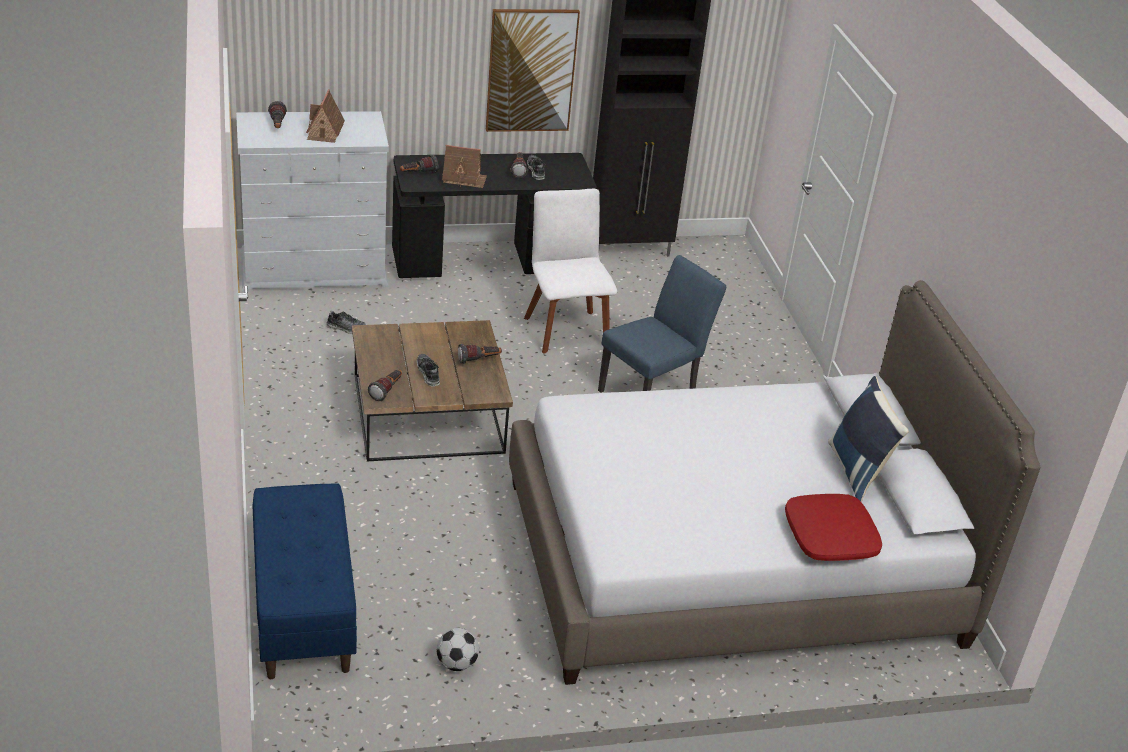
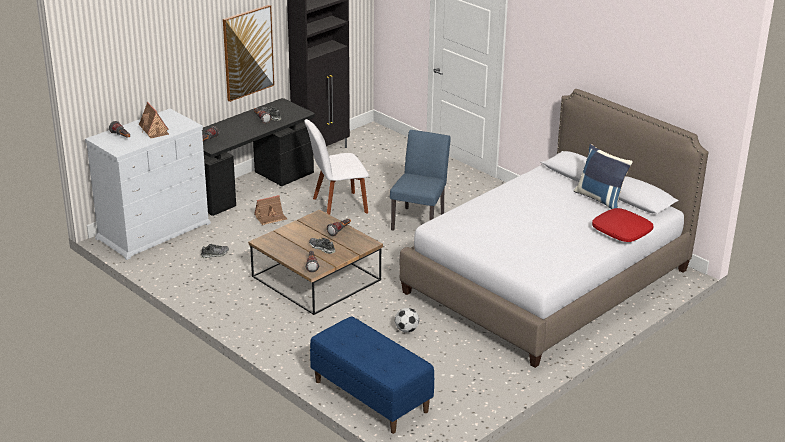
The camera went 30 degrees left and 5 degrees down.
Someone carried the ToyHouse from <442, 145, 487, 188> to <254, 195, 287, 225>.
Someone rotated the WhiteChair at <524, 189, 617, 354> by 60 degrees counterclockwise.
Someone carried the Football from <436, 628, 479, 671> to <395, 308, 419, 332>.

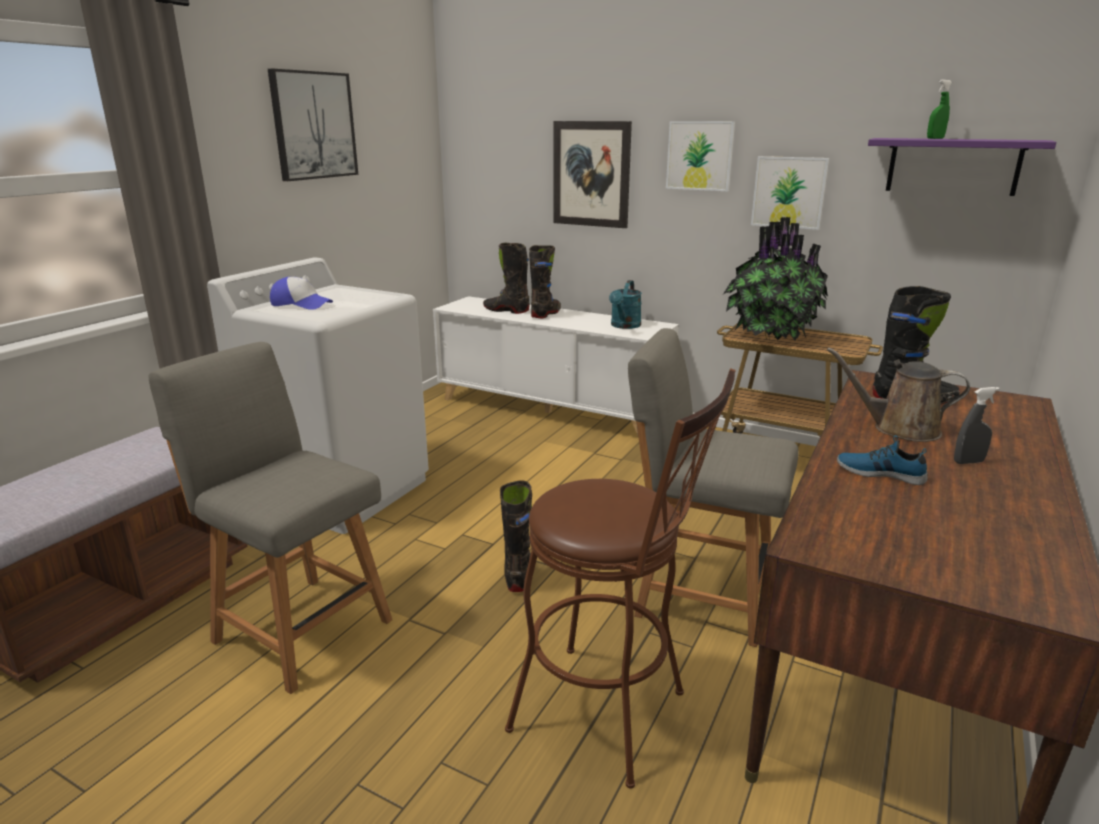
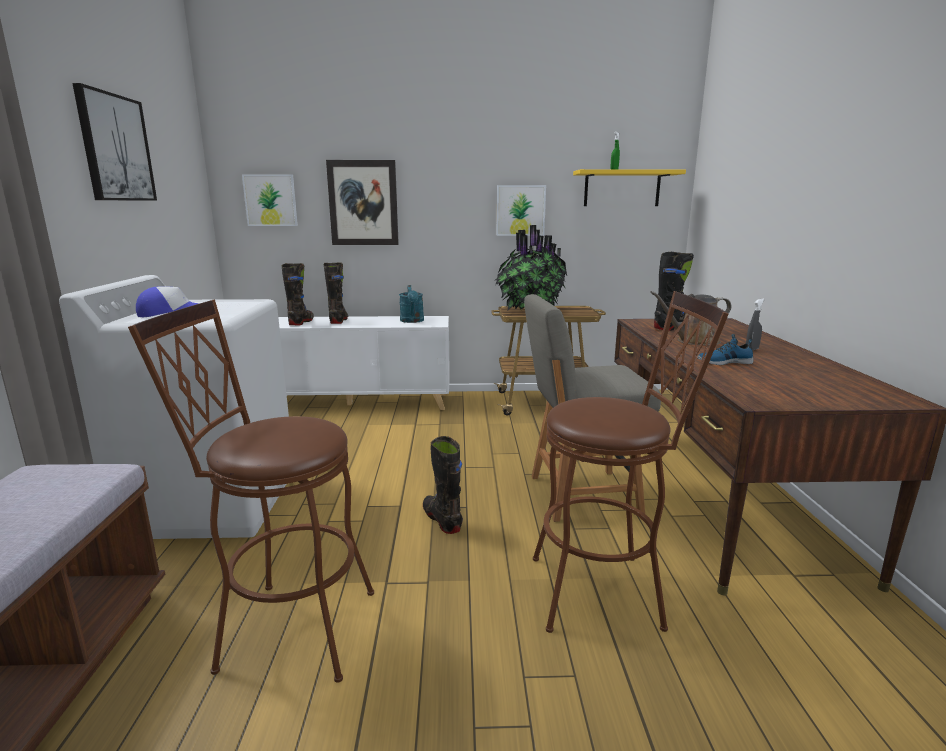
The camera went 30 degrees left and 5 degrees down.
Someone carried the Picture from <666, 121, 735, 192> to <242, 174, 298, 226>.
Someone repainted the PurpleShelf at <868, 138, 1057, 196>, which became the YellowShelf at <573, 169, 686, 206>.
Someone rotated the BlackBoot at <483, 243, 530, 314> by 105 degrees clockwise.
Someone swapped the GreyChair at <148, 342, 392, 694> for the BrownStool at <128, 300, 374, 683>.

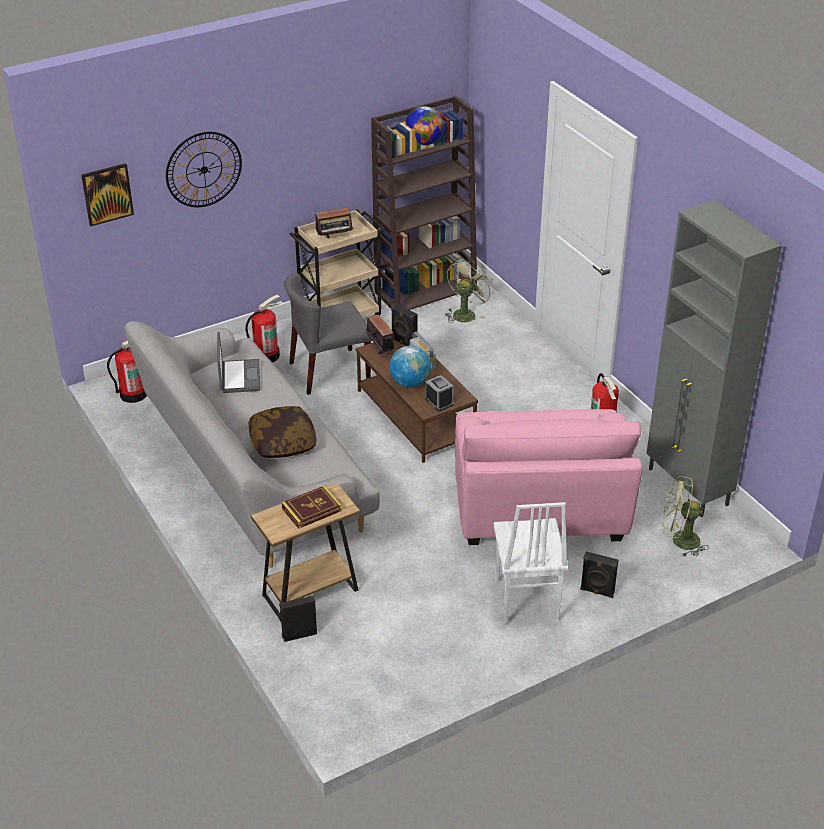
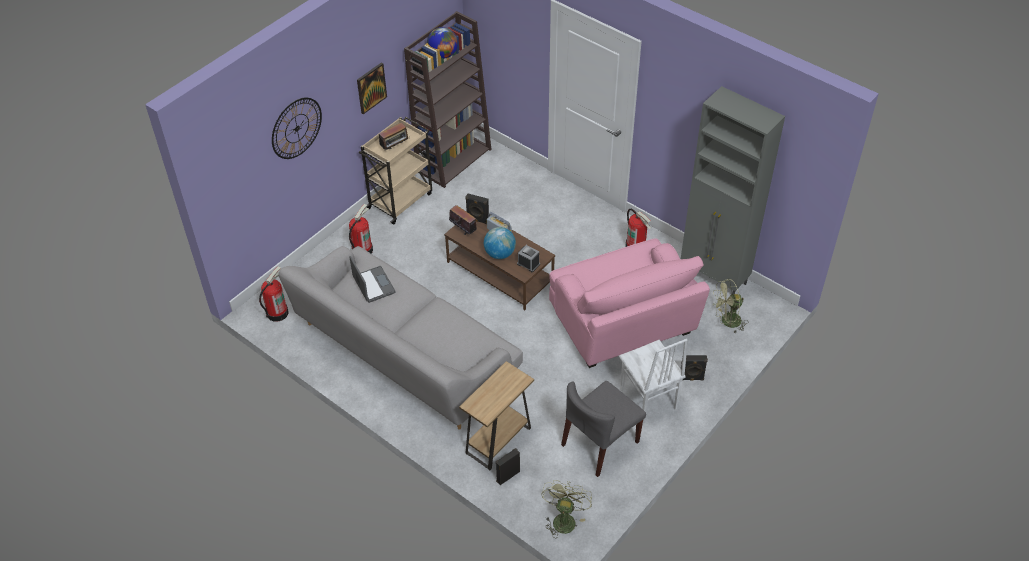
The camera went 20 degrees left and 10 degrees up.
Someone carried the Picture from <81, 163, 134, 226> to <357, 62, 387, 114>.
Someone carried the GreenFan from <445, 259, 494, 323> to <541, 480, 592, 537>.
Someone carried the GreyChair from <284, 273, 372, 395> to <561, 381, 646, 477>.
Someone took away the Pillow at <248, 406, 317, 458>.
Someone took away the Book at <282, 485, 342, 529>.

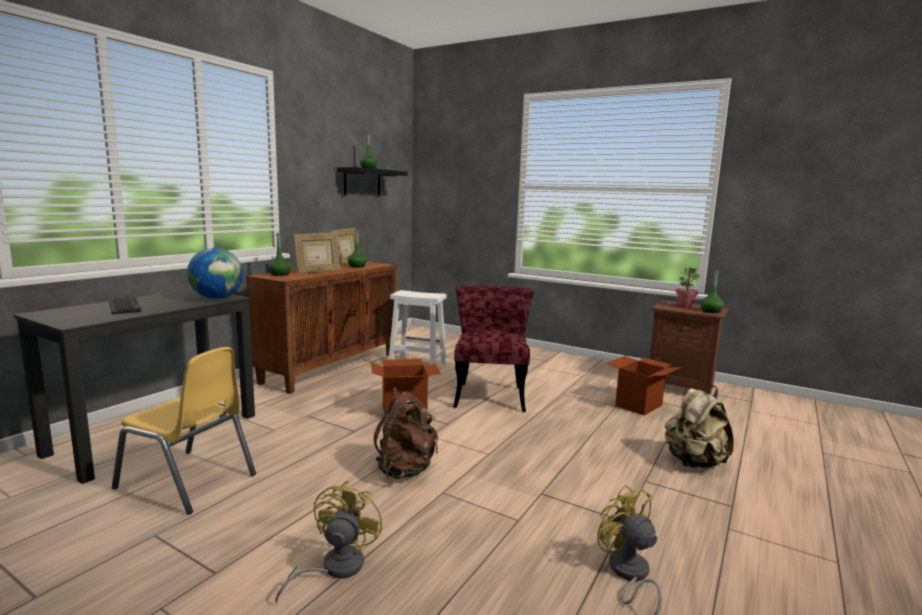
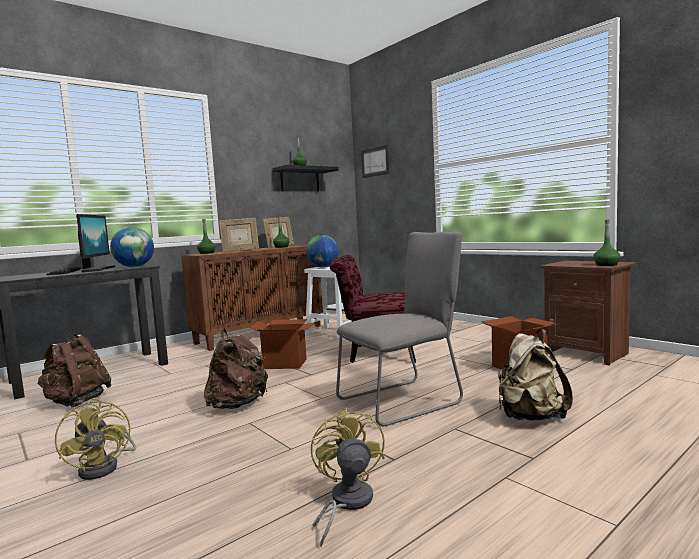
The camera went 20 degrees right and 5 degrees down.
Someone took away the PottedPlant at <676, 268, 701, 308>.
Someone rotated the RedChair at <453, 286, 534, 412> by 105 degrees counterclockwise.
Someone swapped the YellowChair at <112, 347, 256, 515> for the BrownBackpack at <37, 333, 111, 407>.
Someone rotated the YellowFan at <275, 481, 383, 603> by 120 degrees clockwise.
Someone put up the Picture at <361, 145, 389, 178>.
Someone put down the Monitor at <77, 214, 115, 272>.
Someone put down the GreyChair at <336, 232, 463, 426>.
Someone put down the Globe at <306, 235, 339, 267>.

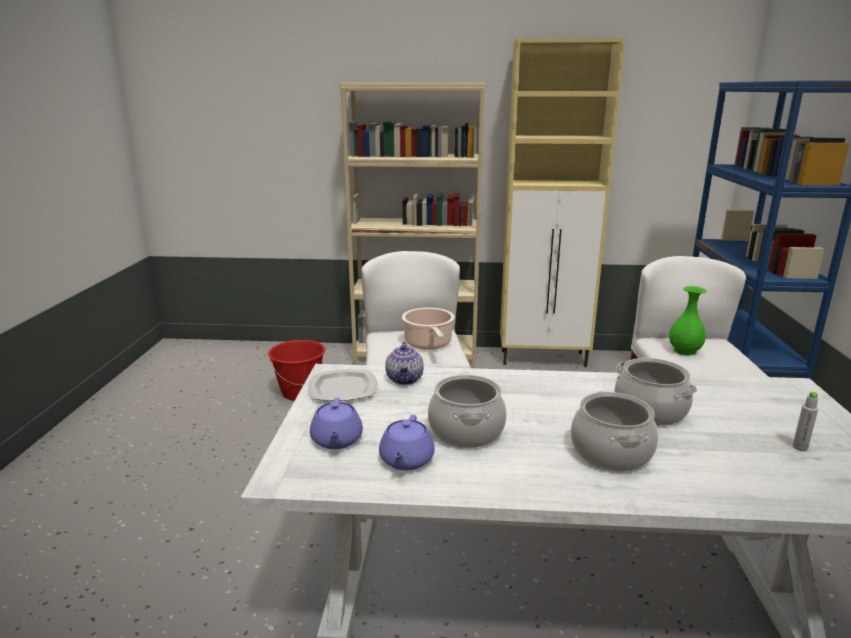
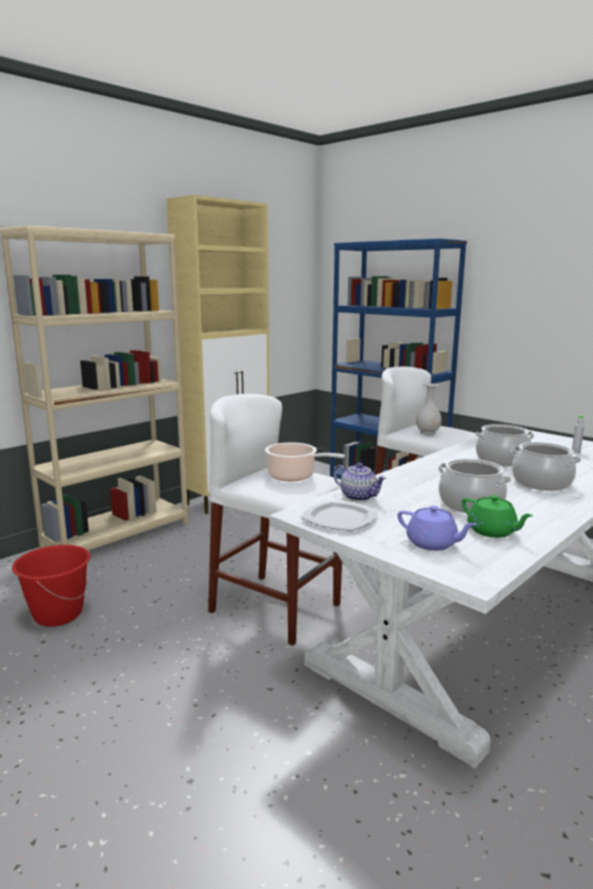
The camera went 50 degrees left and 5 degrees down.
Someone repainted the GreenVase at <669, 286, 706, 355>, which became the WhiteVase at <416, 383, 442, 435>.
Someone repainted the PurpleTeapot at <379, 415, 435, 470>, which became the GreenTeapot at <462, 495, 533, 538>.

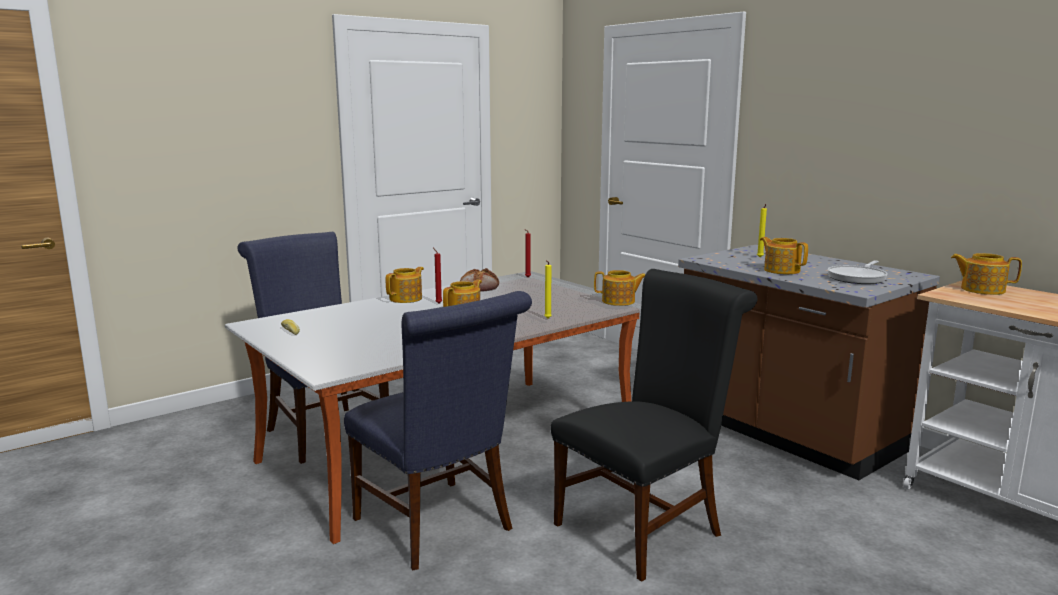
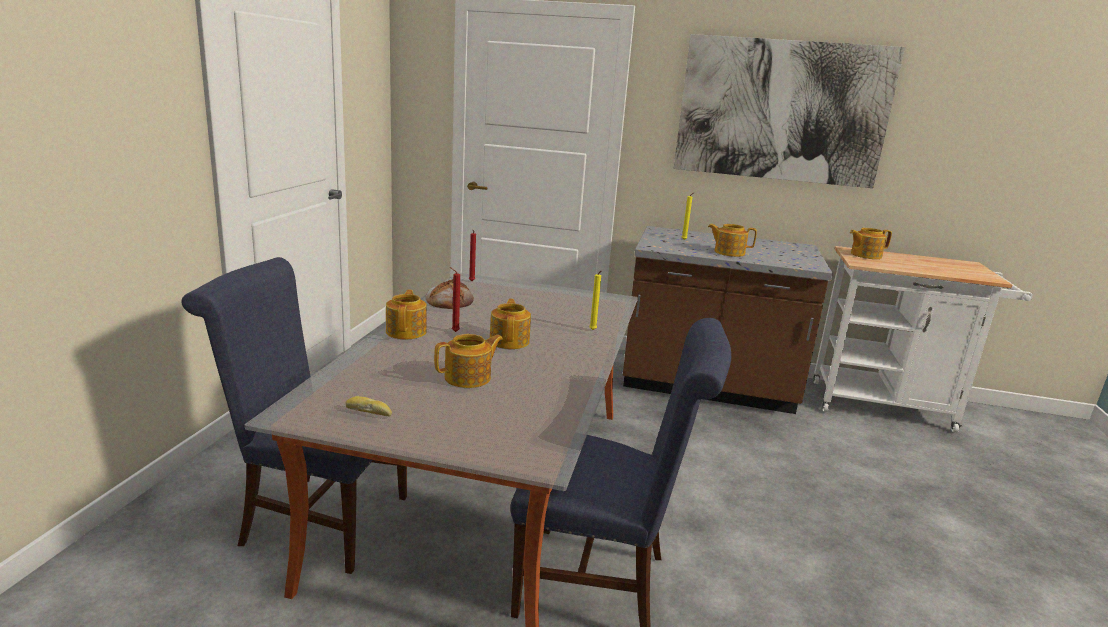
The camera went 40 degrees left and 5 degrees up.
Someone took away the FryingPan at <828, 260, 887, 284>.
Someone took away the BlackChair at <551, 269, 757, 582>.
Someone carried the Teapot from <594, 270, 645, 306> to <434, 334, 503, 388>.
Someone put up the Picture at <674, 34, 905, 188>.

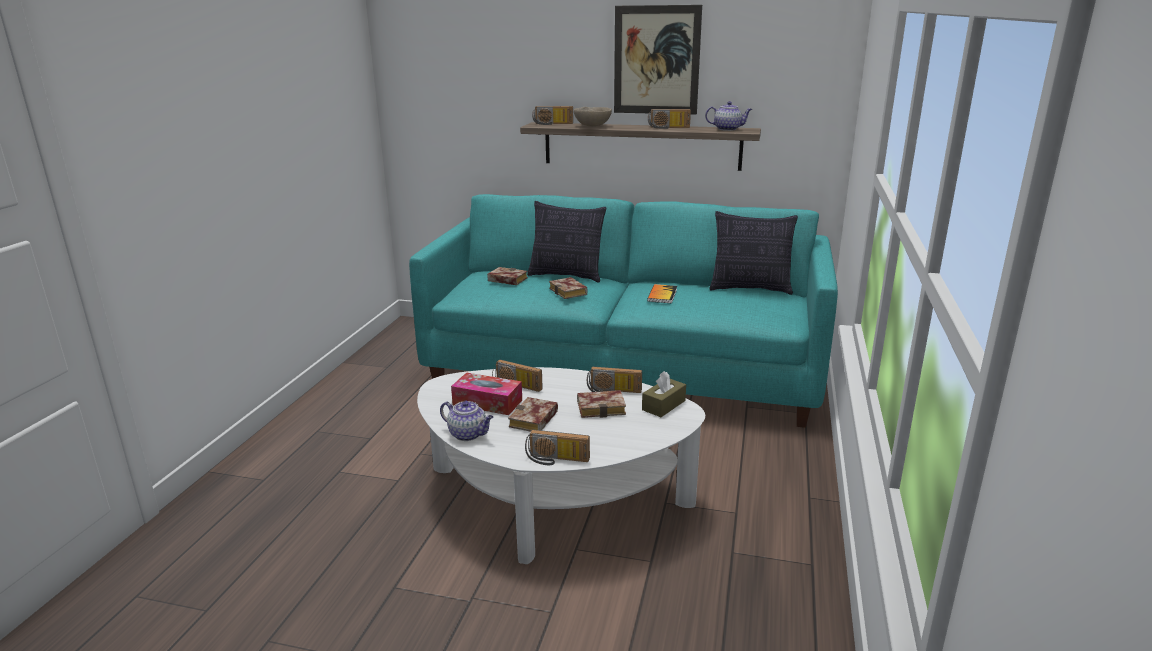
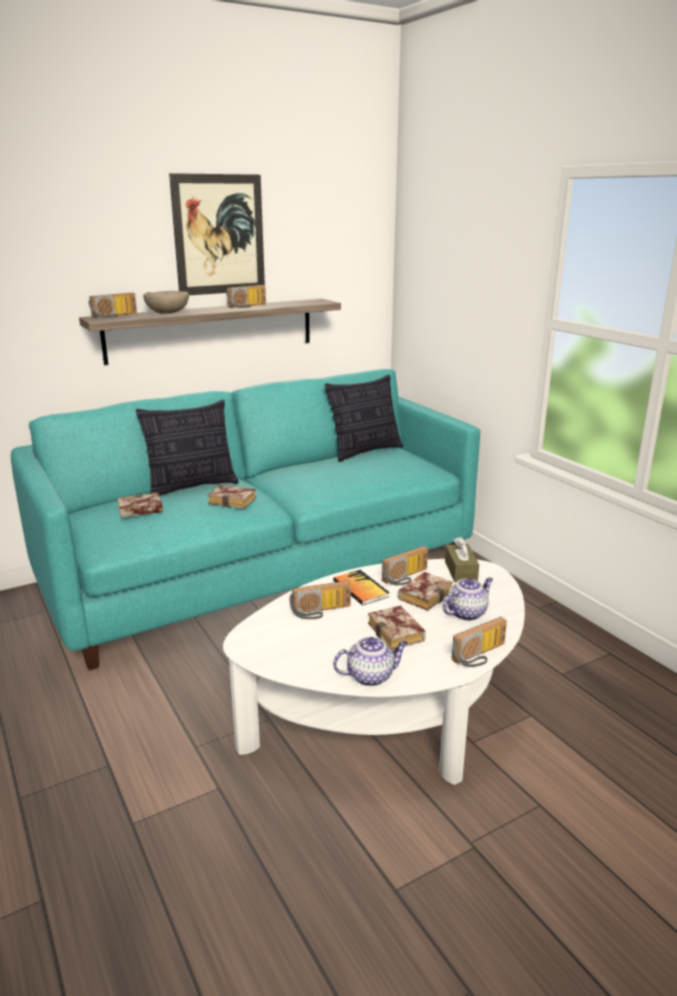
The camera went 45 degrees left and 0 degrees up.
Someone carried the Teapot from <705, 101, 752, 131> to <443, 578, 493, 621>.
Someone carried the Book from <647, 284, 677, 303> to <333, 570, 390, 605>.
Someone took away the TissueBox at <451, 372, 522, 415>.

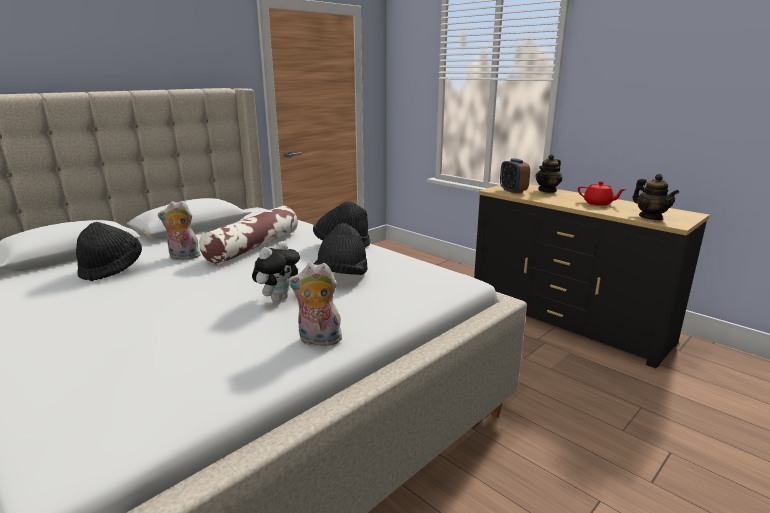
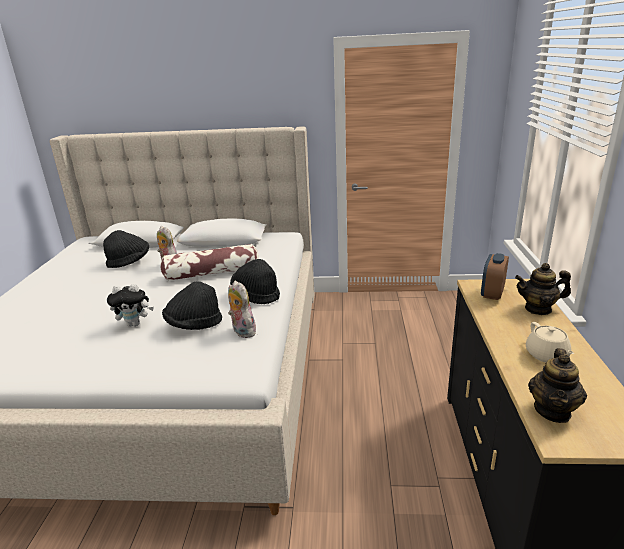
The camera went 50 degrees right and 5 degrees up.
Someone repainted the RedTeapot at <578, 182, 627, 206>, which became the BeigeTeapot at <526, 322, 574, 362>.
Someone carried the PlushToy from <288, 263, 342, 346> to <228, 281, 256, 338>.

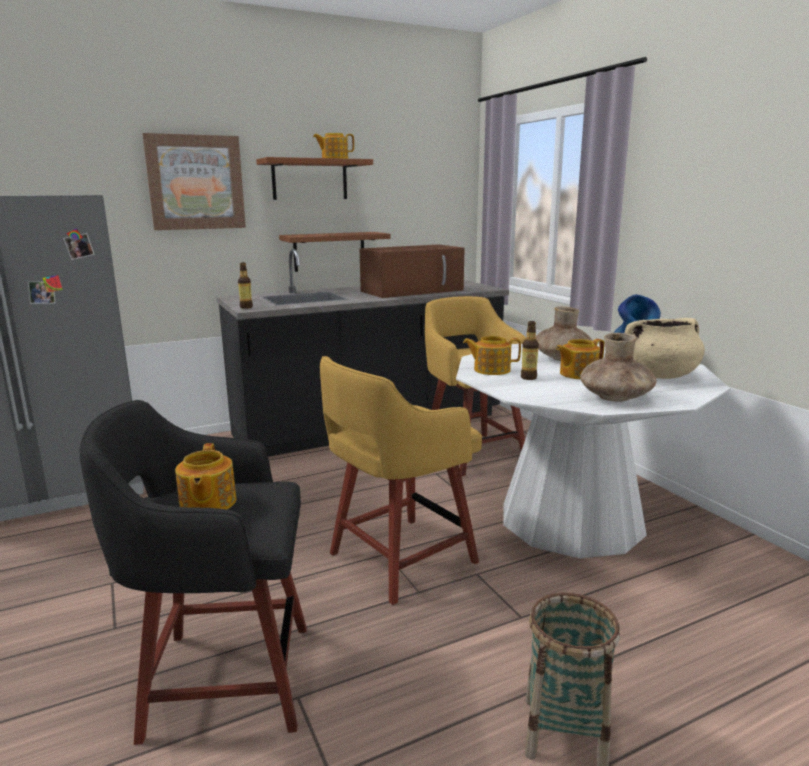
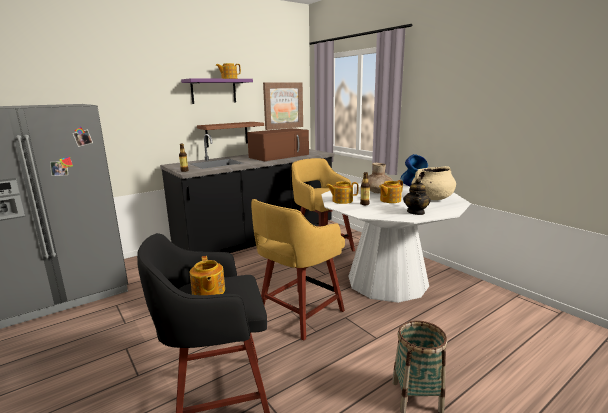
The camera went 10 degrees left and 0 degrees up.
Someone carried the Picture from <142, 133, 246, 230> to <263, 82, 303, 130>.
Someone repainted the BrownShelf at <256, 157, 373, 200>, which became the PurpleShelf at <181, 78, 253, 104>.
Someone swapped the BrownVase at <580, 333, 656, 402> for the Teapot at <403, 178, 431, 215>.

